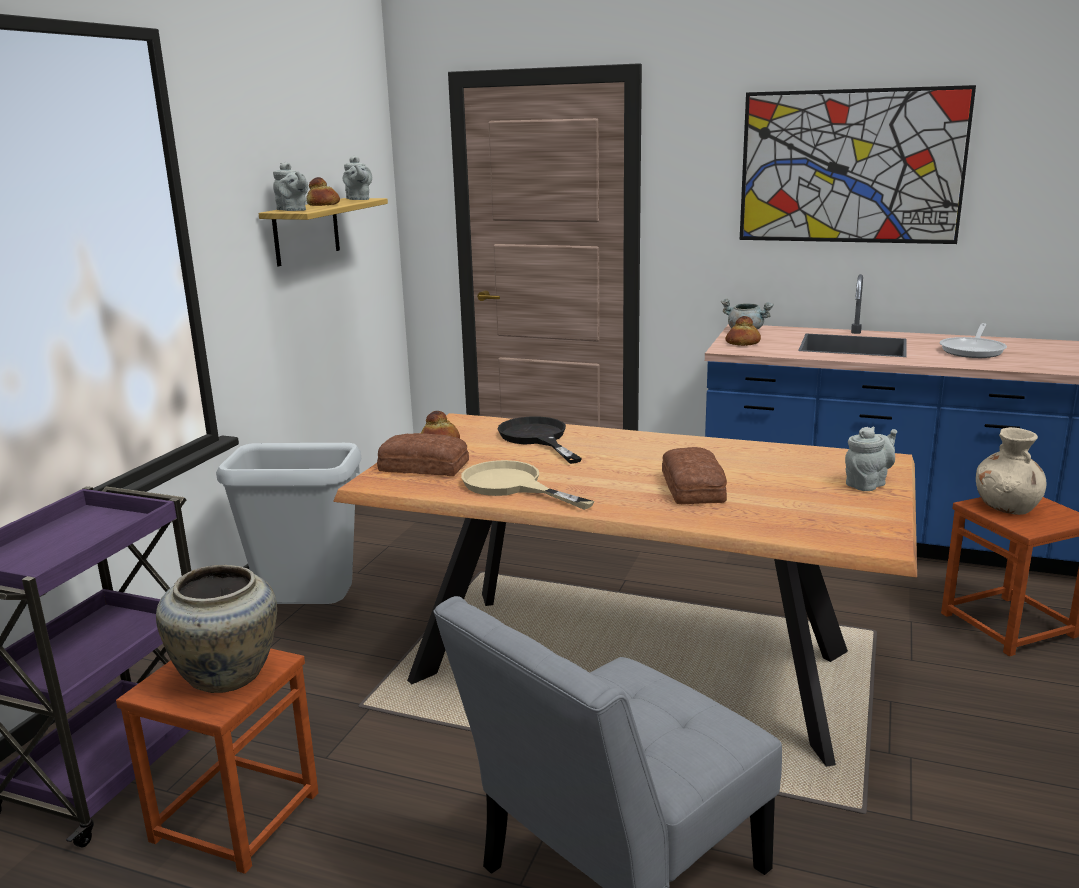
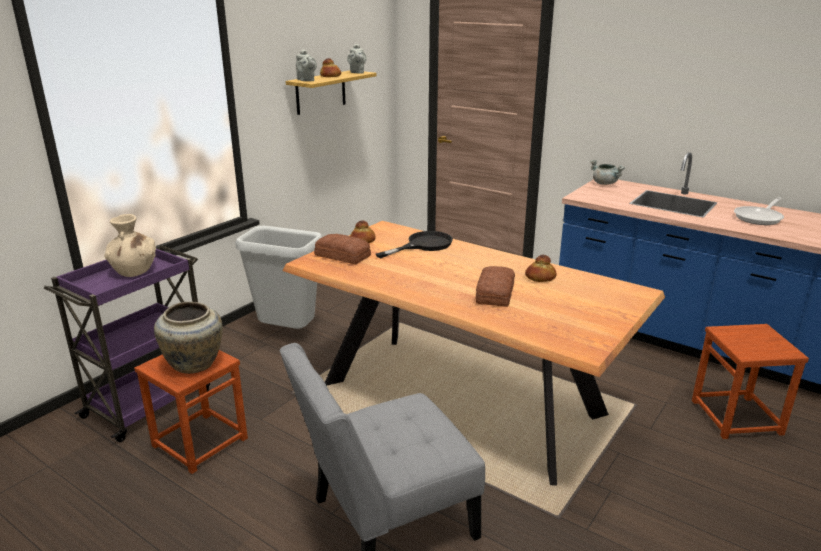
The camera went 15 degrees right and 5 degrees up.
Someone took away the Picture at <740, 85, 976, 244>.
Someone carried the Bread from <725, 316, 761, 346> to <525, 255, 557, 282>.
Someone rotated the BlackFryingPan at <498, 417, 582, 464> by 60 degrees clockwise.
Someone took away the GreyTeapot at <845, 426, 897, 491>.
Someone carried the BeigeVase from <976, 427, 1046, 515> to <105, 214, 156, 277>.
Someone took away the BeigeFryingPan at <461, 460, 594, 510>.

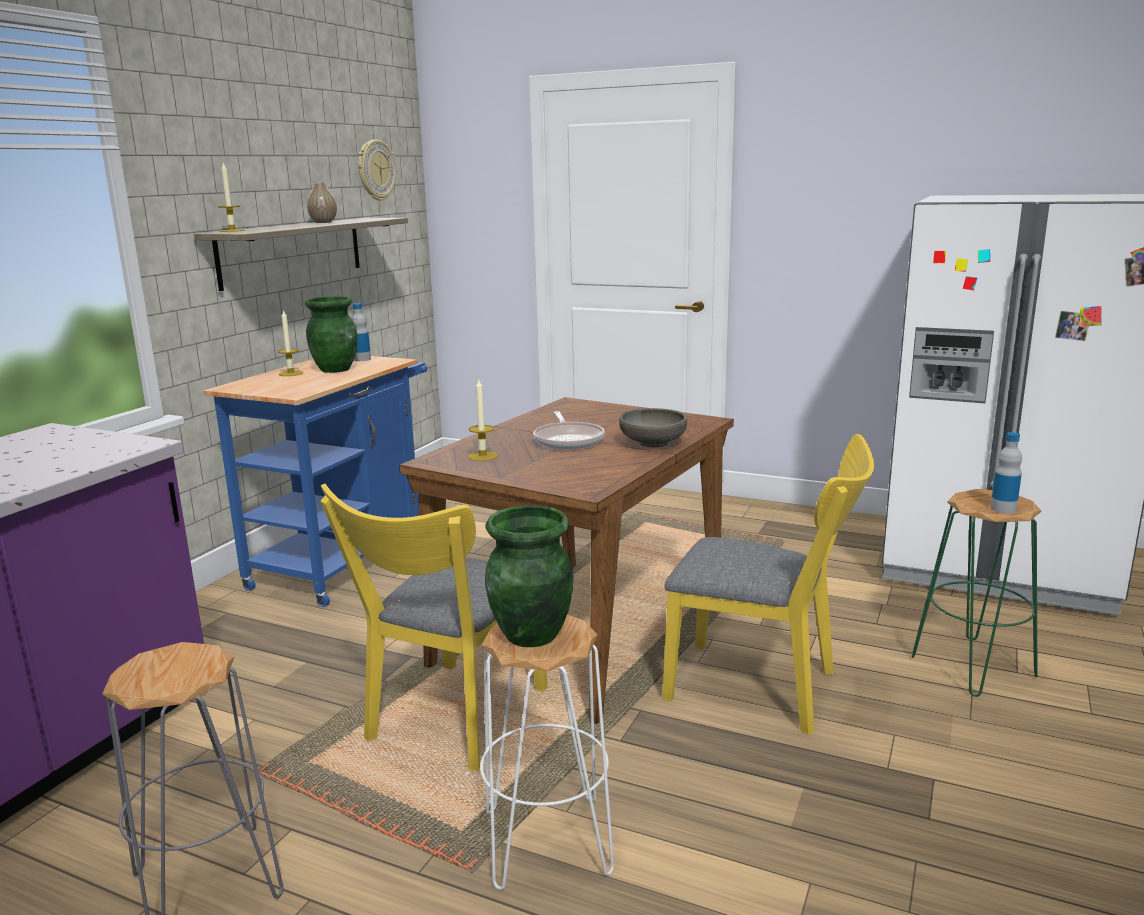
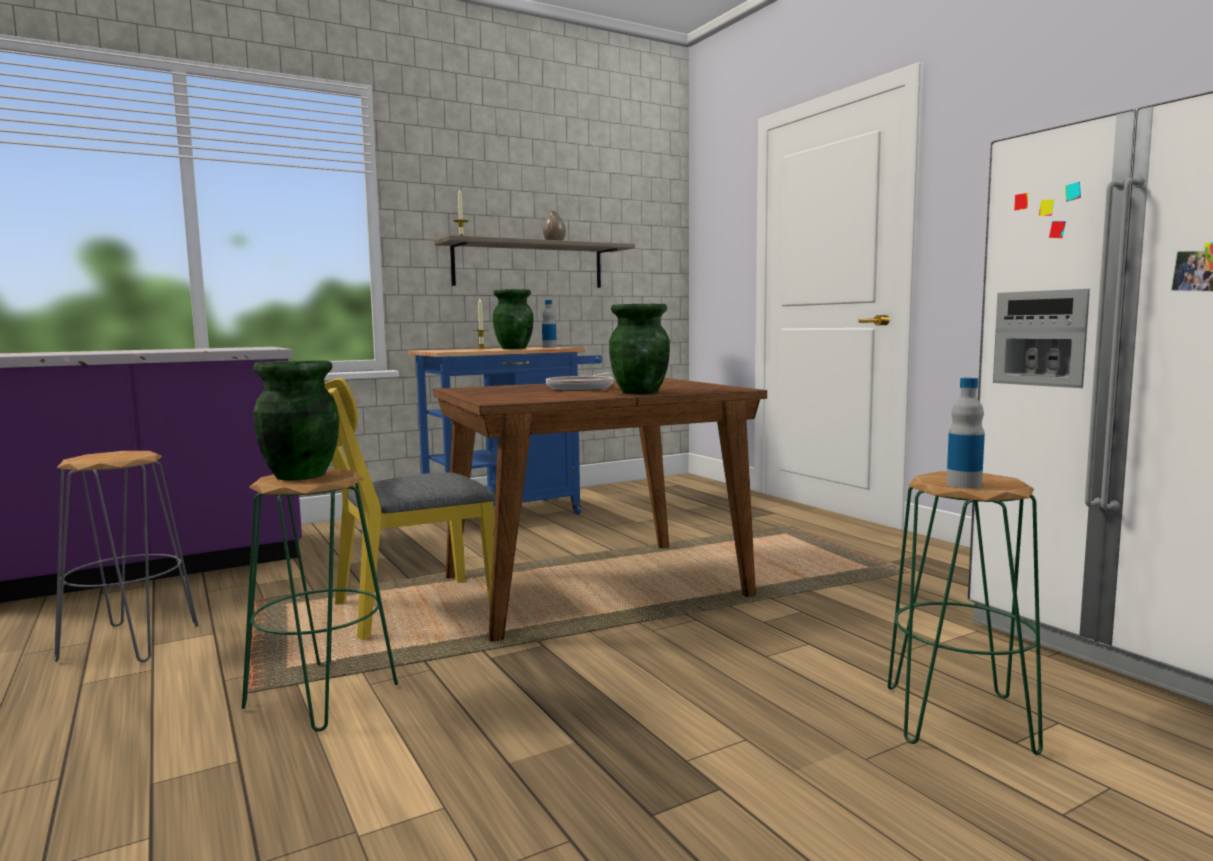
The camera went 35 degrees right and 10 degrees down.
Someone took away the WallClock at <358, 139, 396, 201>.
Someone took away the Candle at <468, 380, 498, 461>.
Someone swapped the GreyBowl at <619, 408, 687, 447> for the GreenVase at <609, 304, 670, 394>.
Someone took away the YellowChair at <662, 434, 874, 735>.
Someone repainted the WhiteStool at <480, 615, 614, 890>, which became the GreenStool at <242, 468, 398, 732>.

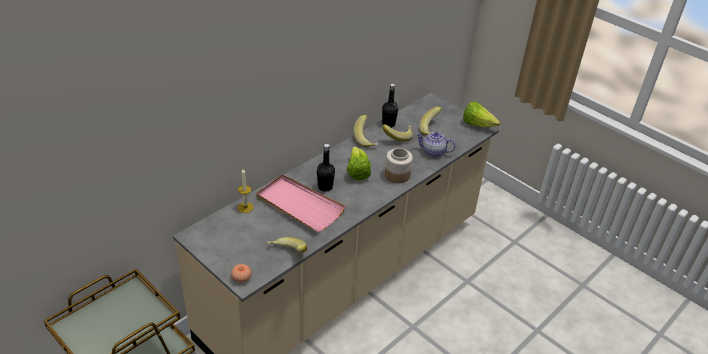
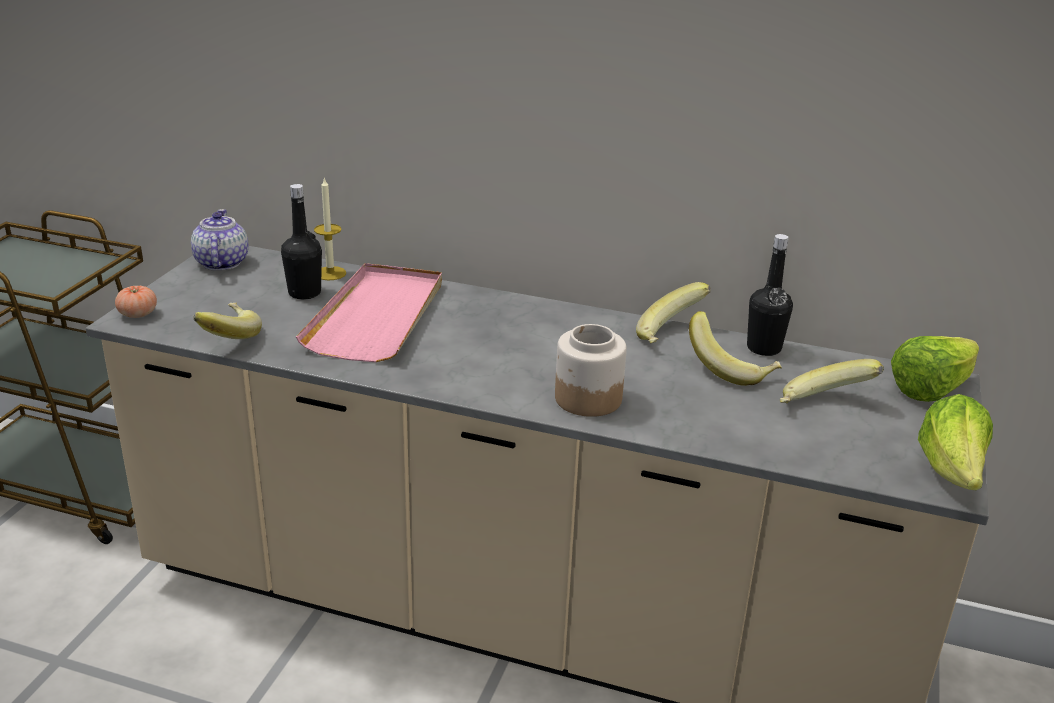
The camera went 65 degrees right and 10 degrees down.
Someone carried the Teapot from <415, 132, 456, 157> to <191, 209, 248, 271>.
Someone carried the BlackBottle from <317, 144, 335, 192> to <281, 184, 322, 300>.
Someone carried the Lettuce from <347, 147, 371, 180> to <891, 336, 979, 402>.

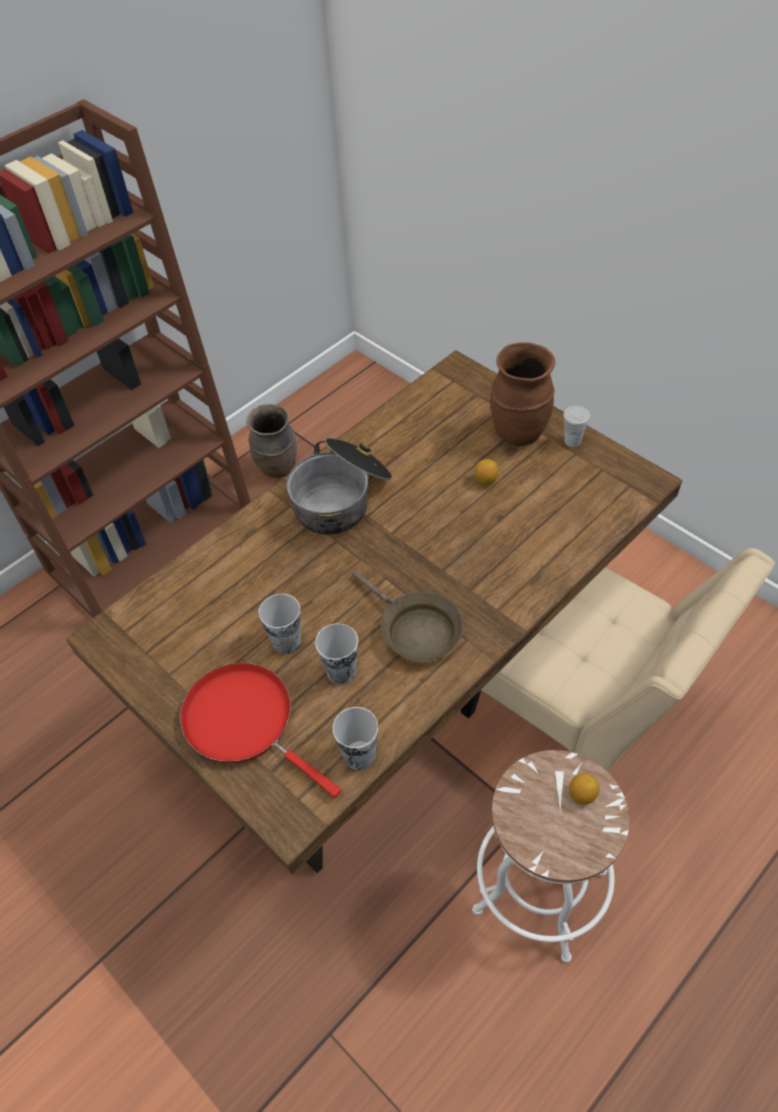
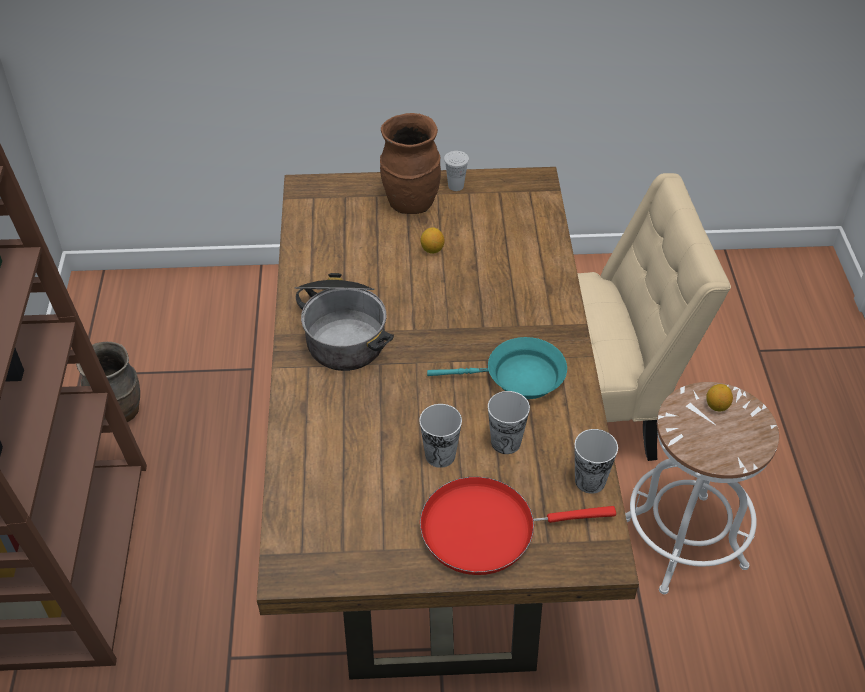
The camera went 50 degrees left and 5 degrees down.
Someone repainted the BrownFryingPan at <352, 571, 463, 661>, which became the TurquoiseFryingPan at <427, 337, 567, 399>.

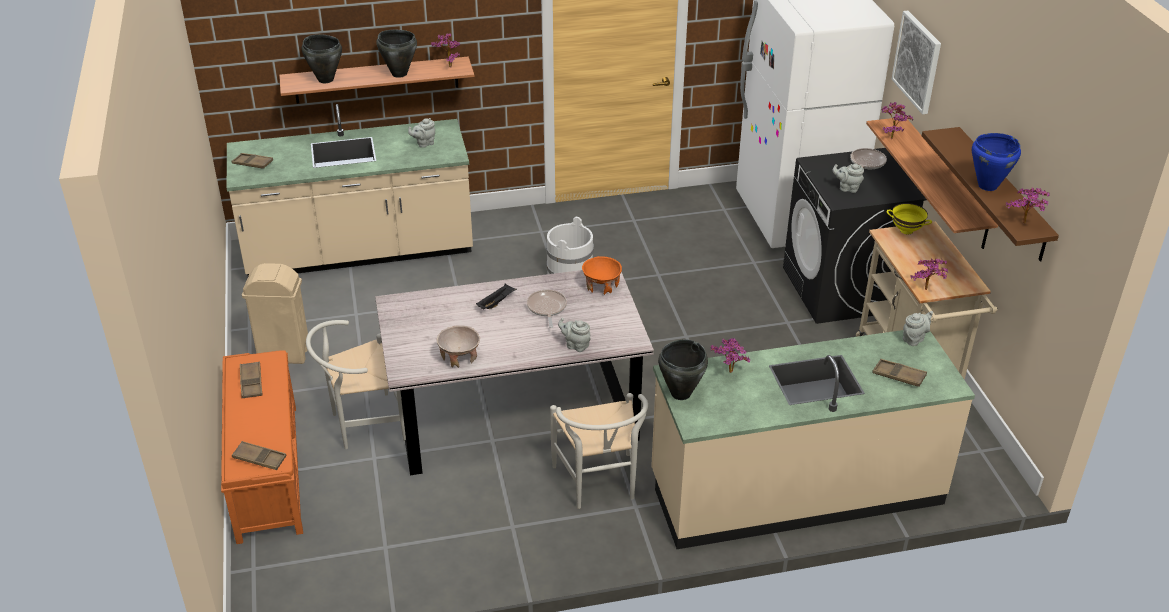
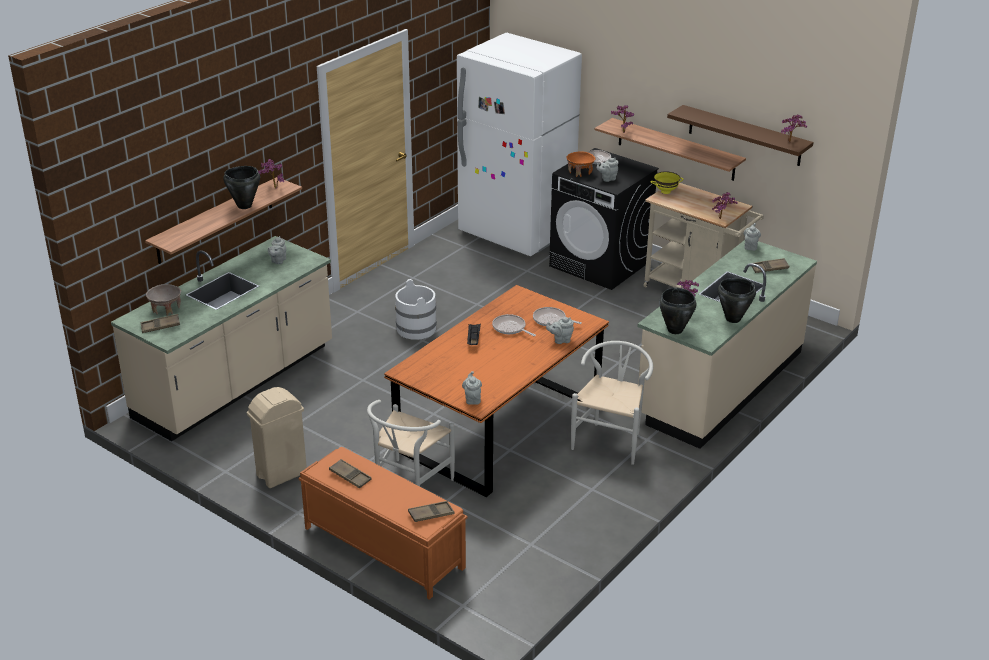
The camera went 40 degrees left and 5 degrees down.
Someone took away the Picture at <892, 11, 941, 114>.
Someone carried the BlackCookingPot from <302, 34, 342, 83> to <718, 278, 756, 323>.
Someone took away the BlueCookingPot at <972, 133, 1021, 191>.
Someone carried the OrangeBowl from <582, 256, 622, 295> to <567, 152, 595, 177>.
Someone repainted the GreyDiningTable at <375, 270, 654, 475>, which became the OrangeDiningTable at <384, 285, 609, 497>.
Someone carried the BeigeBowl from <437, 325, 480, 368> to <146, 284, 181, 316>.
Someone rotated the WhiteChair at <550, 393, 648, 509> by 105 degrees counterclockwise.
Someone put down the FryingPan at <533, 307, 582, 326>.
Someone put down the GreyTeapot at <462, 371, 482, 405>.

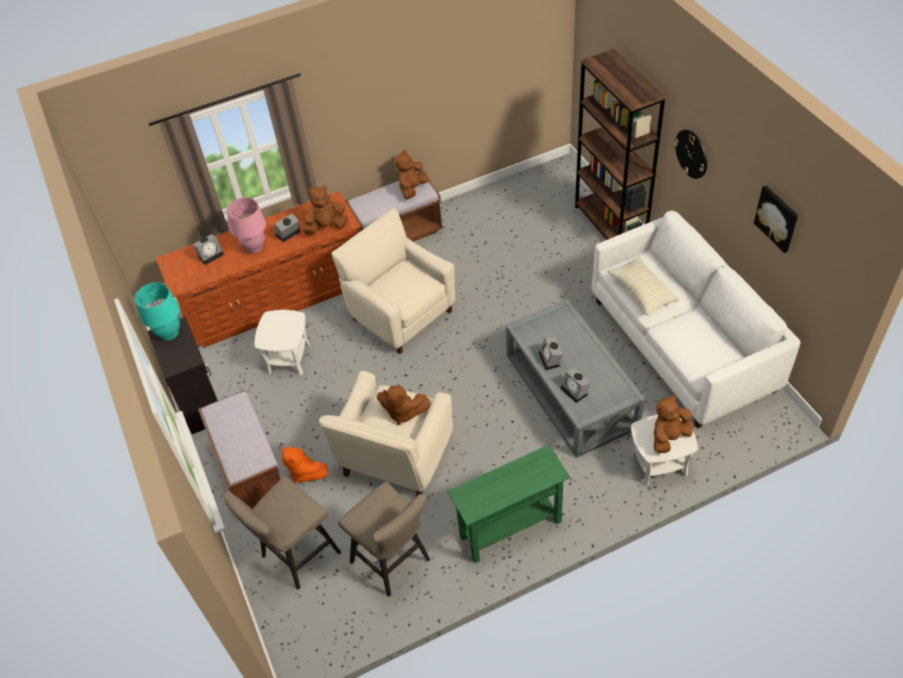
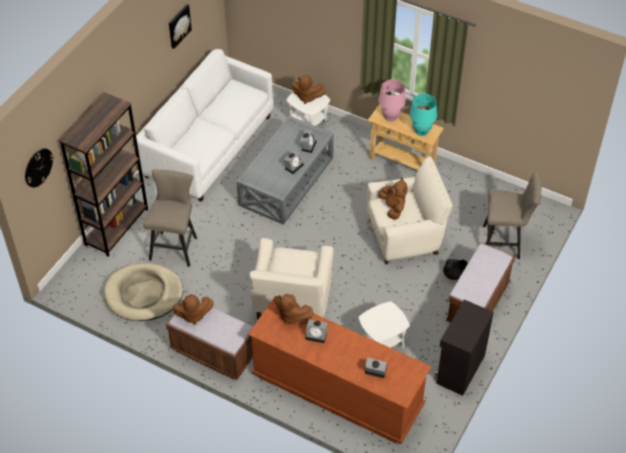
The camera went 130 degrees left and 0 degrees up.
Someone carried the WallClock from <674, 129, 707, 179> to <25, 148, 54, 188>.
Someone carried the PinkTableLamp from <226, 198, 266, 254> to <379, 79, 406, 122>.
Someone took away the Pillow at <608, 257, 679, 316>.
Someone carried the TurquoiseTableLamp from <135, 283, 180, 341> to <409, 94, 437, 136>.
Someone repainted the GreenConsoleTable at <448, 445, 570, 563>, which became the BeigeConsoleTable at <368, 104, 444, 170>.
Someone swapped the OrangePlushToy at <281, 447, 328, 483> for the BlackTeapot at <443, 259, 468, 280>.
Someone carried the BeigeStool from <338, 482, 430, 596> to <143, 170, 197, 267>.
Someone put down the BeigeDogBed at <104, 263, 183, 321>.

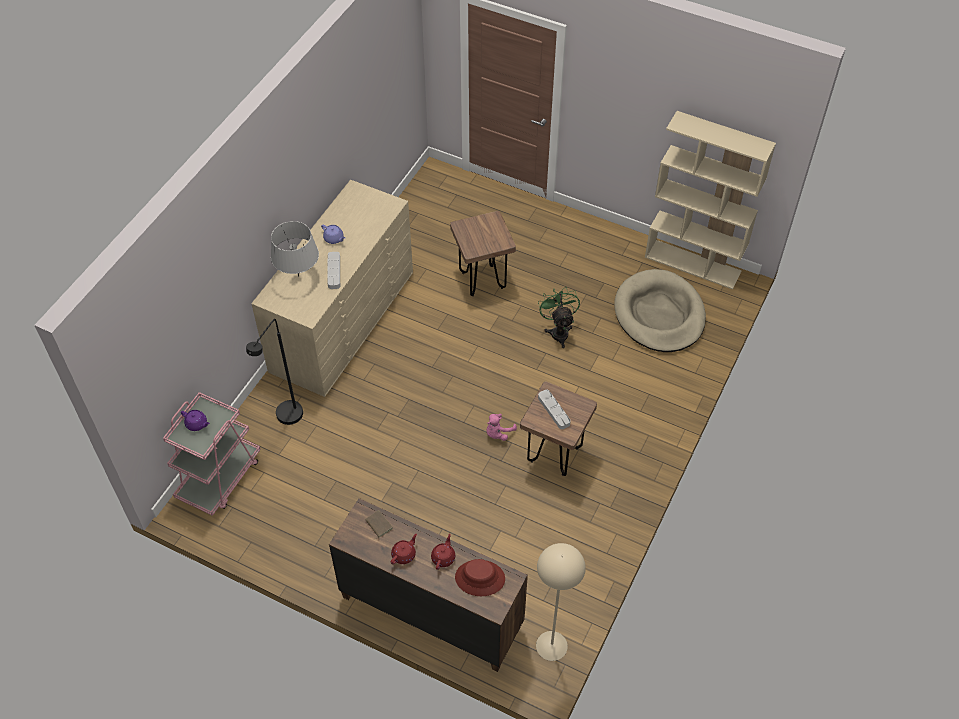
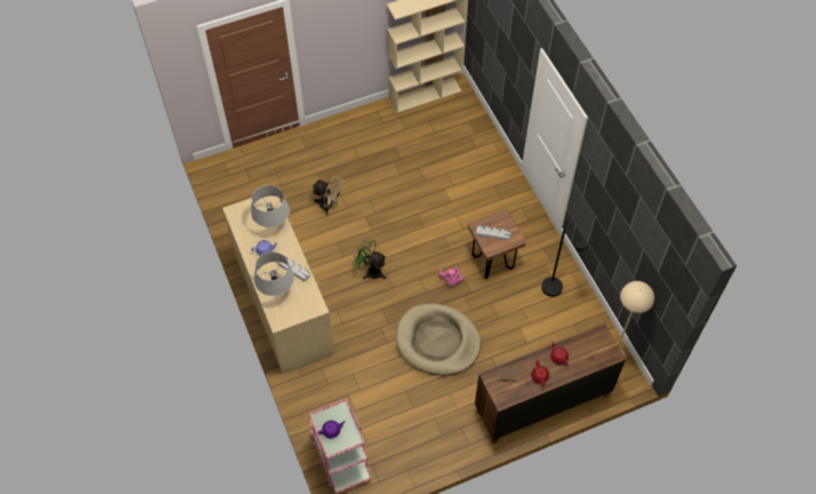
The camera went 50 degrees left and 5 degrees up.
Someone swapped the BrownStool at <450, 211, 516, 296> for the BeigeFan at <312, 176, 344, 215>.
Someone carried the BeigeDogBed from <614, 269, 706, 352> to <396, 303, 481, 376>.
Someone carried the GreenFan from <538, 287, 580, 348> to <352, 238, 386, 279>.
Someone carried the BlackFloorLamp from <246, 319, 303, 425> to <542, 221, 588, 297>.
Someone took away the RedHat at <455, 559, 505, 596>.
Someone put down the GreyTableLamp at <251, 185, 290, 228>.

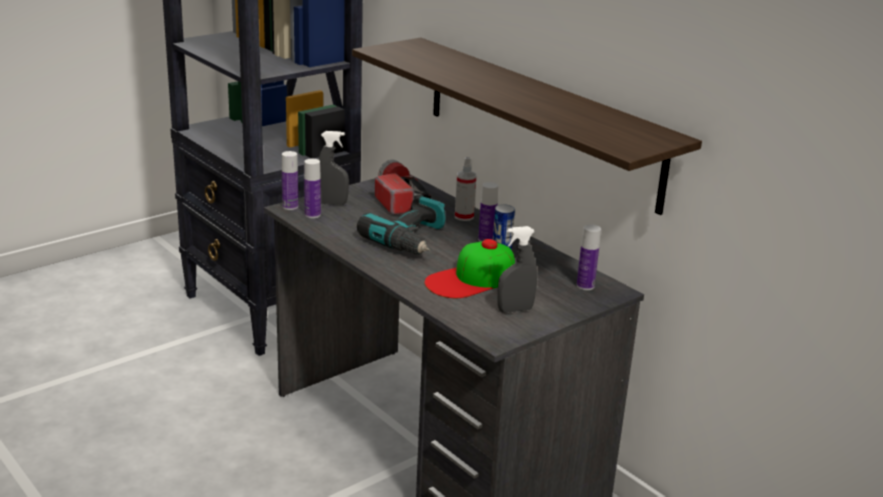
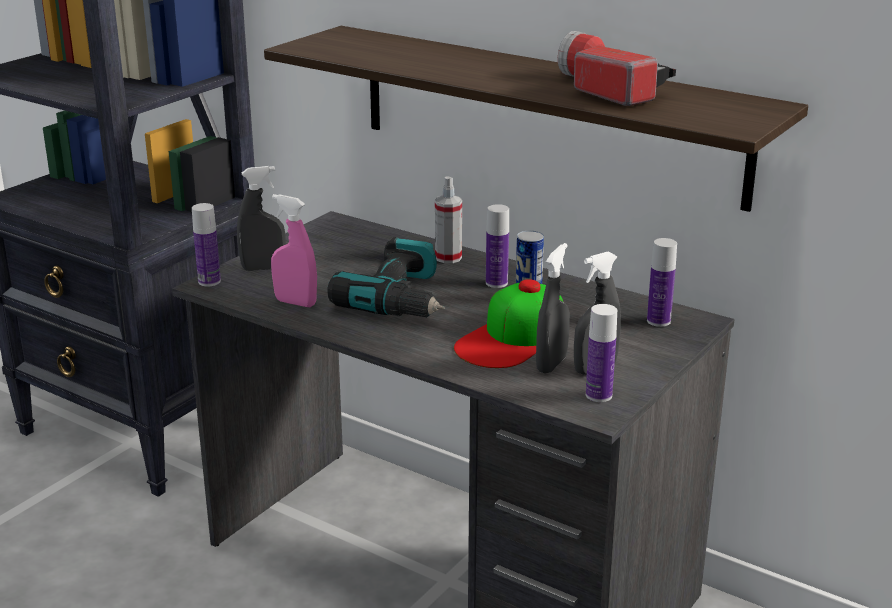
The camera went 15 degrees left and 0 degrees up.
Someone carried the Bottle from <304, 159, 321, 218> to <586, 304, 617, 402>.
Someone carried the Flashlight from <375, 160, 431, 215> to <558, 31, 676, 106>.
Someone put down the PinkSprayBottle at <271, 194, 317, 307>.
Someone put down the GreySprayBottle at <536, 243, 570, 374>.

